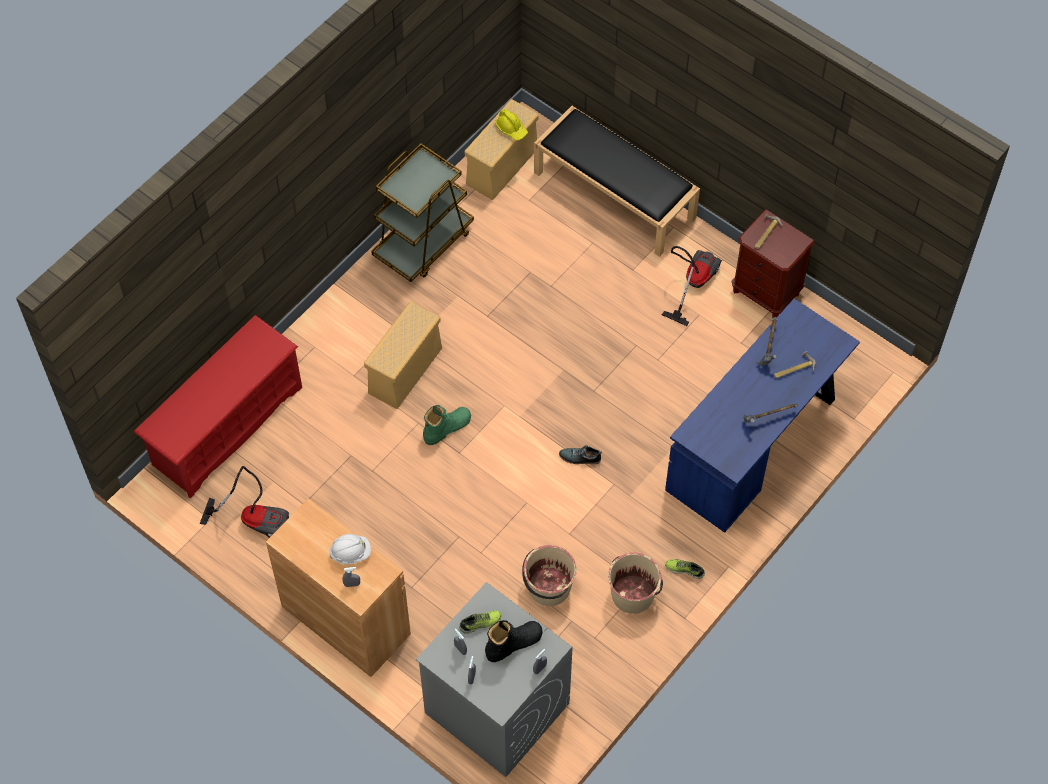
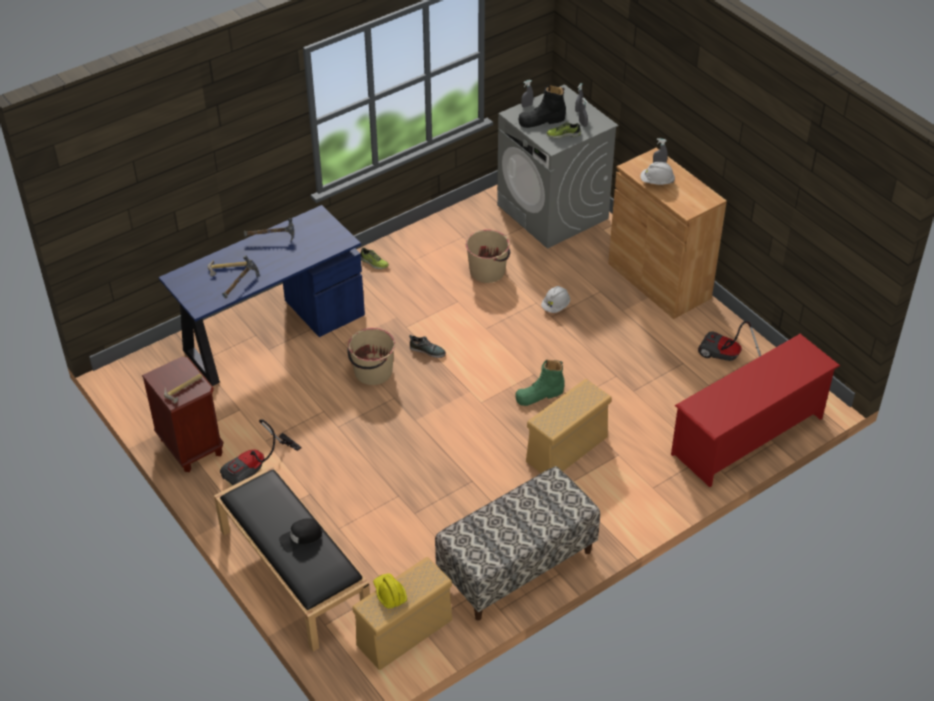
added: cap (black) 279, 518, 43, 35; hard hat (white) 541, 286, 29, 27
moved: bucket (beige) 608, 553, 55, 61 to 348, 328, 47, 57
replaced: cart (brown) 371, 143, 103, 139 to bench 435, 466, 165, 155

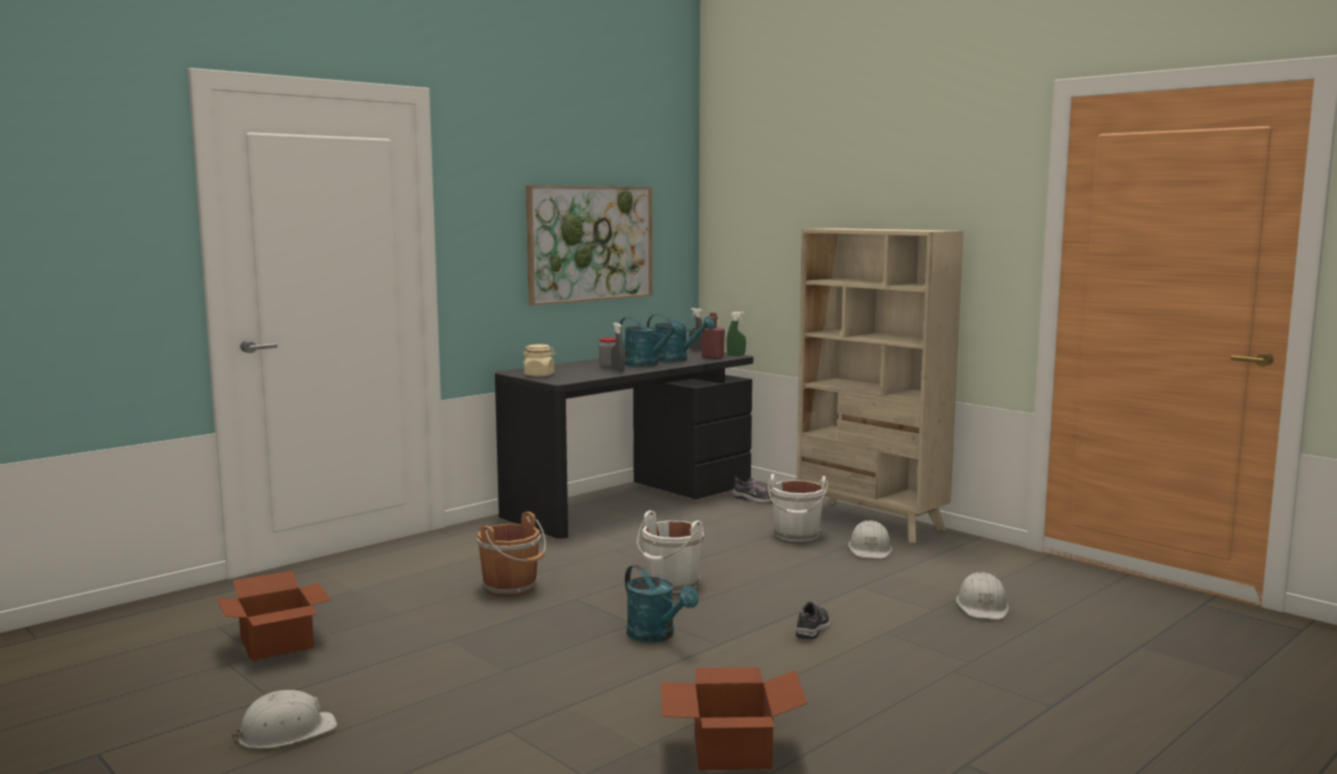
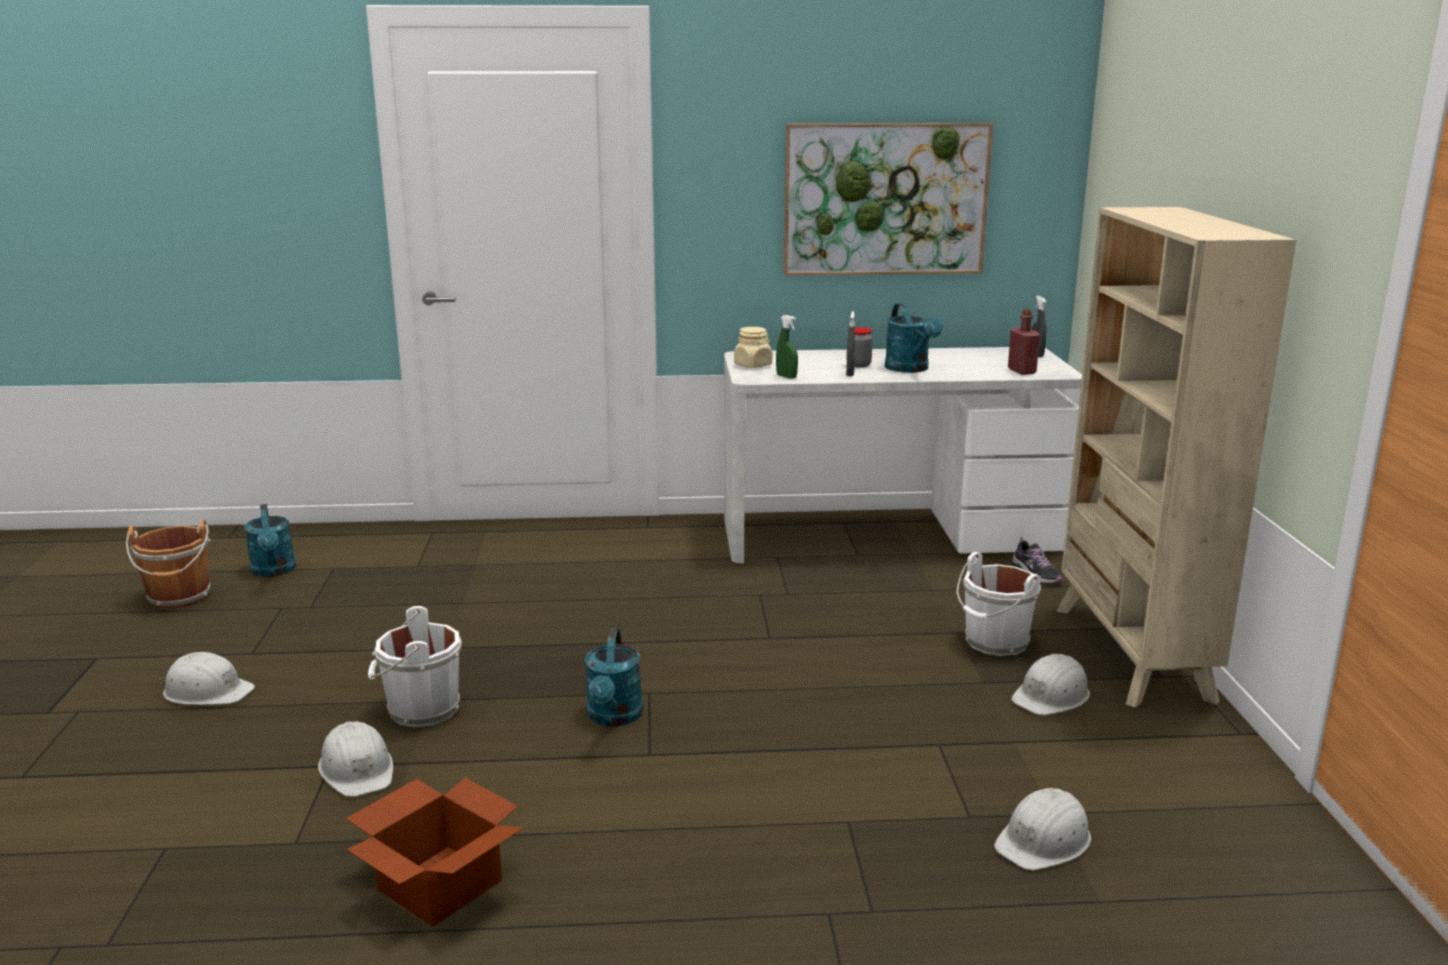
removed: cardboard box 217, 571, 114, 90; shoe 796, 602, 34, 37
added: hard hat (white) 318, 721, 75, 76
moved: bucket (brown) 477, 512, 69, 85 to 126, 520, 85, 89; bucket (white) 637, 510, 67, 83 to 368, 606, 94, 121; watering can (turquoise) 647, 314, 68, 48 to 244, 504, 52, 73; spray bottle (green) 727, 312, 19, 44 to 776, 315, 22, 63
recoloured: desk (black) 495, 347, 258, 192 to desk (white) 724, 347, 358, 217

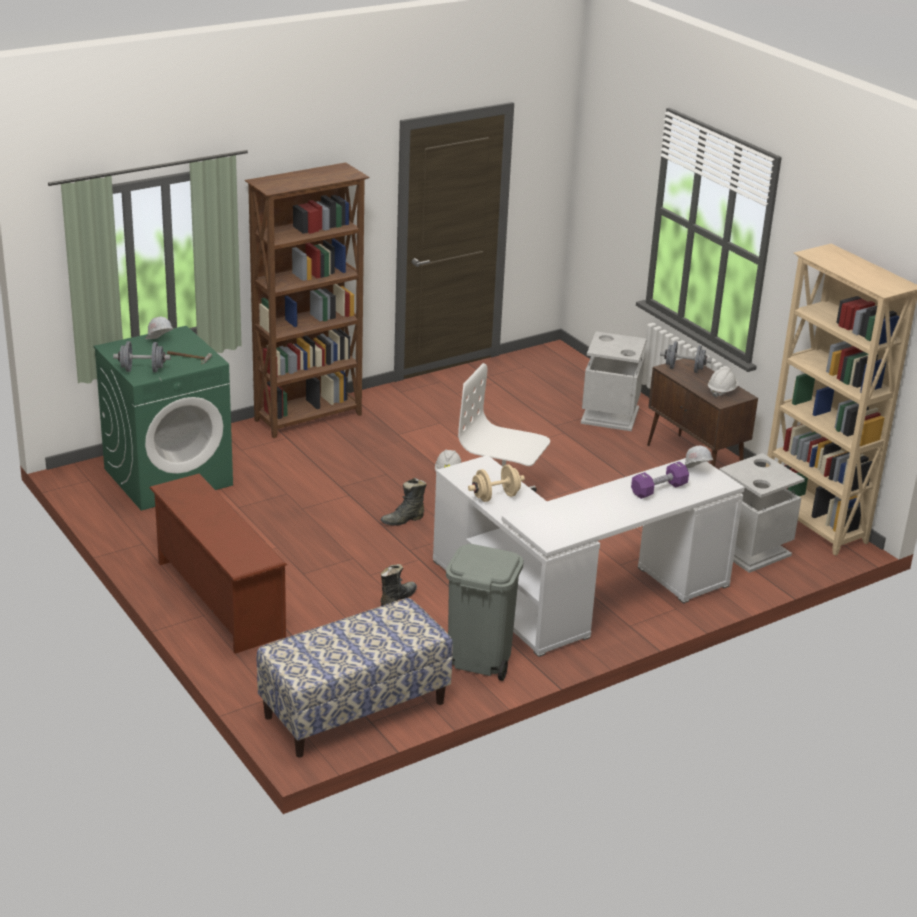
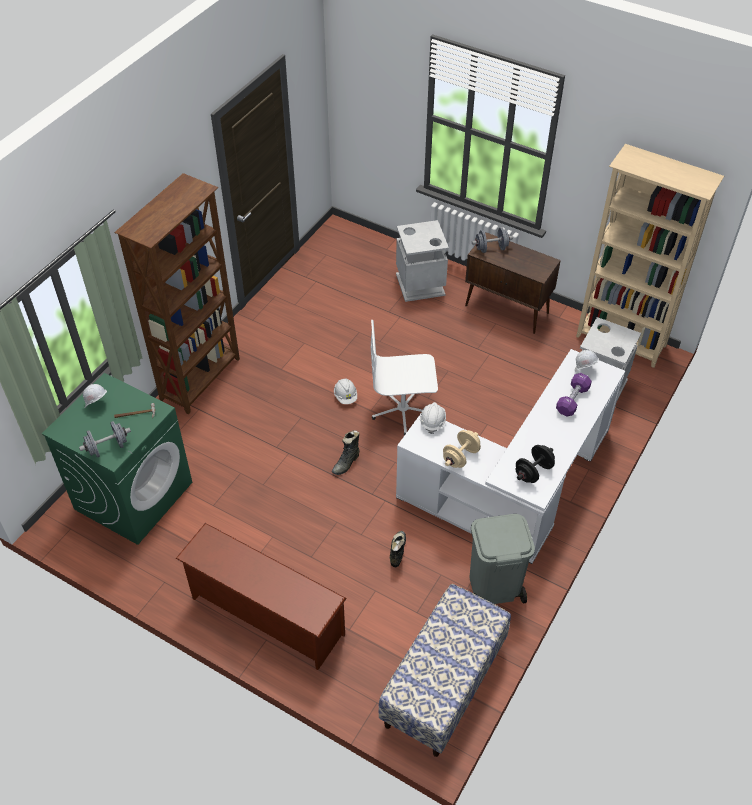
added: dumbbell (black) 516, 445, 39, 38
moved: hard hat (white) 708, 368, 31, 29 to 420, 402, 26, 32

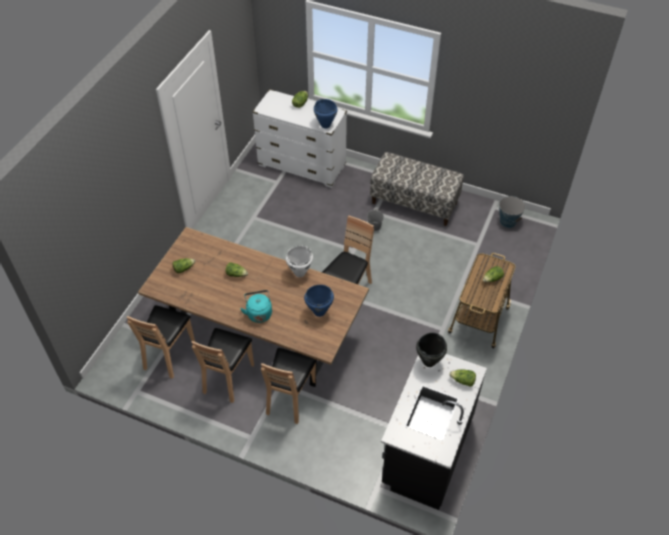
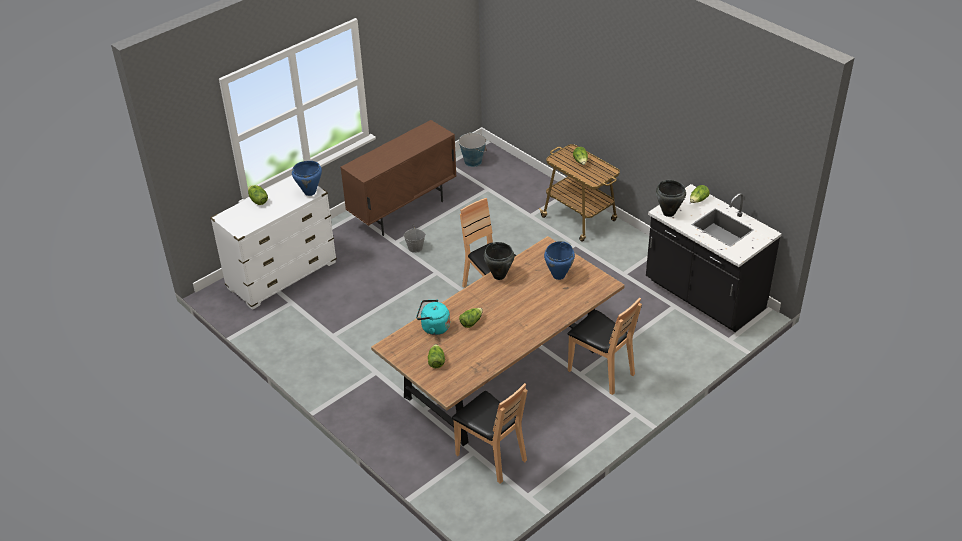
removed: chair (brown) 191, 328, 63, 75
moved: kettle (turquoise) 240, 290, 32, 33 to 416, 300, 34, 35
replaced: bench 370, 152, 94, 74 to cabinet (brown) 340, 120, 116, 116
recoloured: cooking pot (white) 286, 246, 27, 31 to cooking pot (black) 484, 242, 30, 38

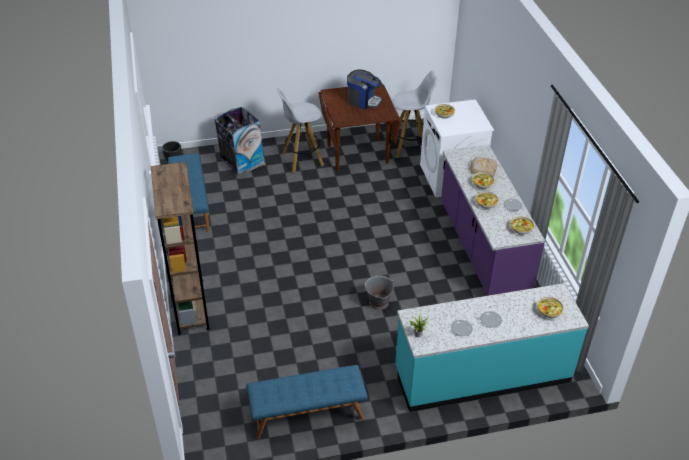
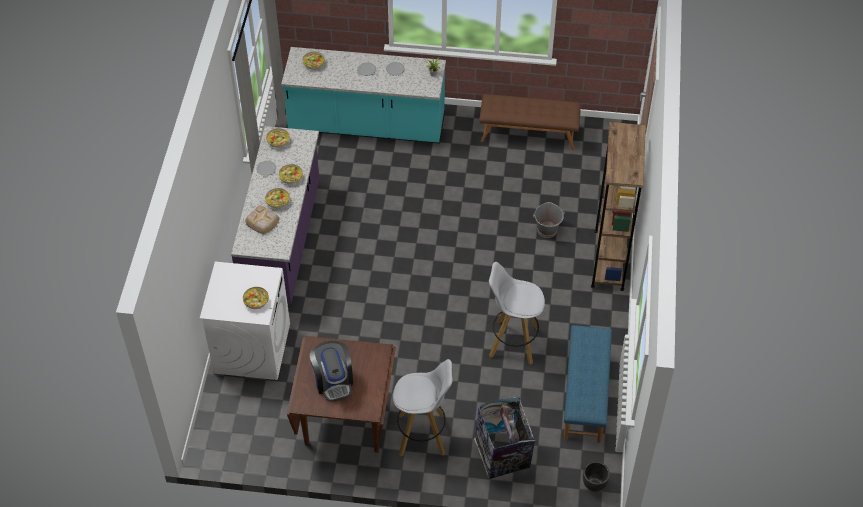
moved: bucket (grey) 365, 276, 29, 34 to 533, 202, 32, 36; stool (white) 391, 71, 47, 87 to 489, 262, 56, 103
recoloured: bench (blue) 246, 365, 122, 74 to bench (brown) 479, 94, 102, 56
turned: coffee machine 347, 70, 35, 39 = 310, 341, 43, 61 150 degrees counterclockwise

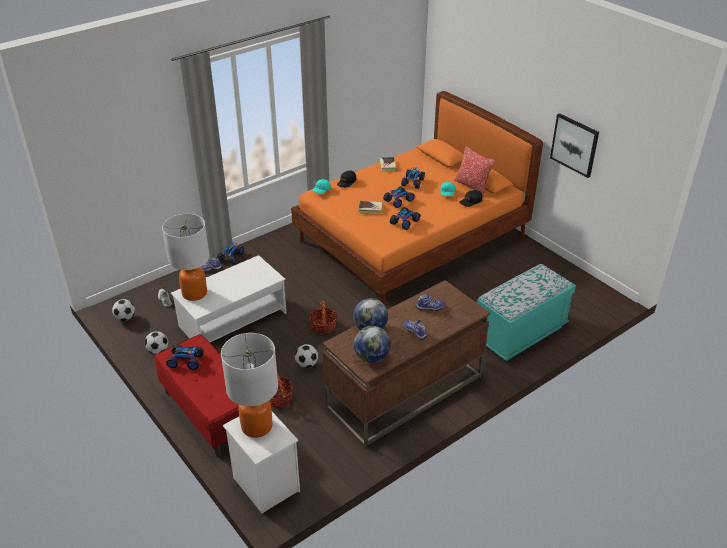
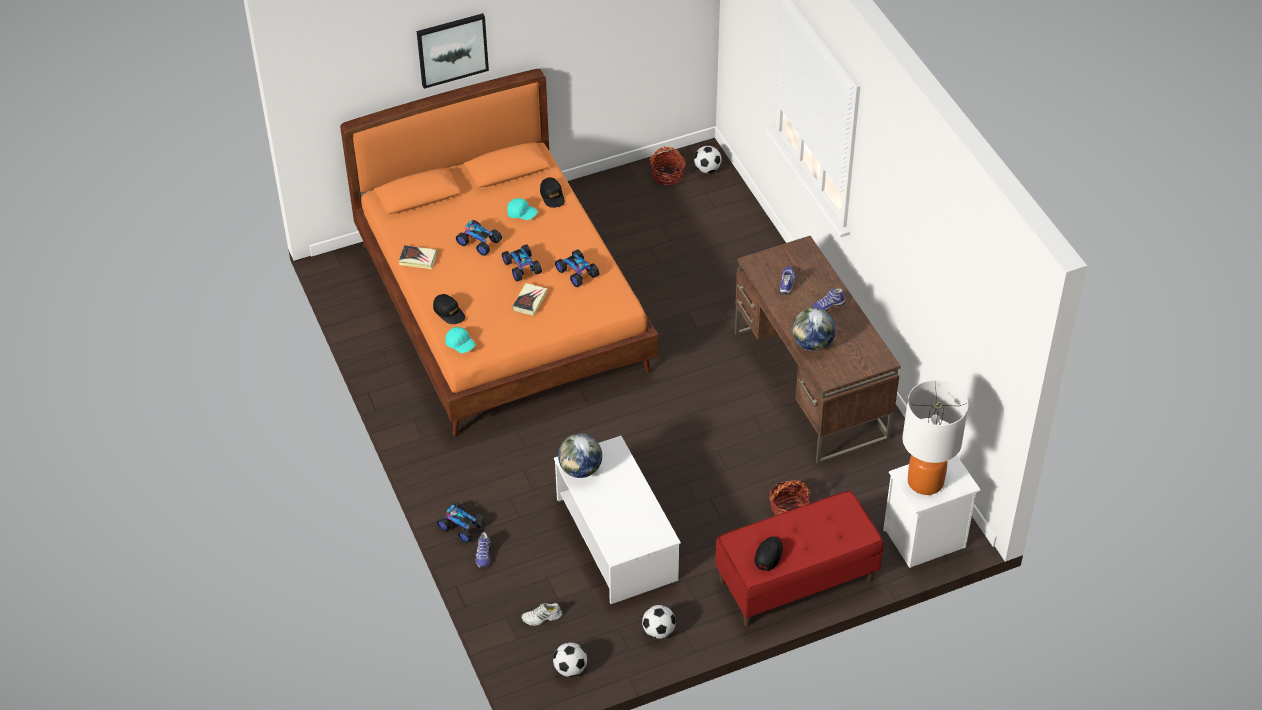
removed: table lamp 162, 214, 48, 87; pillow 454, 146, 41, 50; bench (turquoise) 477, 264, 99, 97
moved: football 295, 344, 23, 24 to 694, 146, 27, 27; basket 309, 301, 28, 33 to 650, 147, 36, 38; globe 354, 326, 37, 37 to 558, 434, 44, 44; picture 550, 113, 49, 65 to 417, 13, 72, 76
replaced: toy car 166, 345, 38, 25 to cap (black) 754, 536, 29, 35

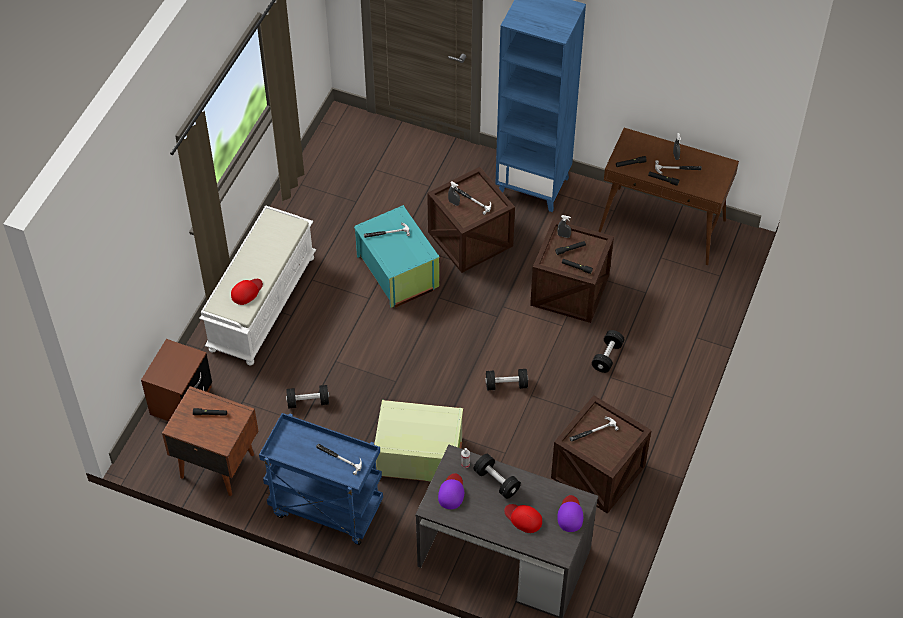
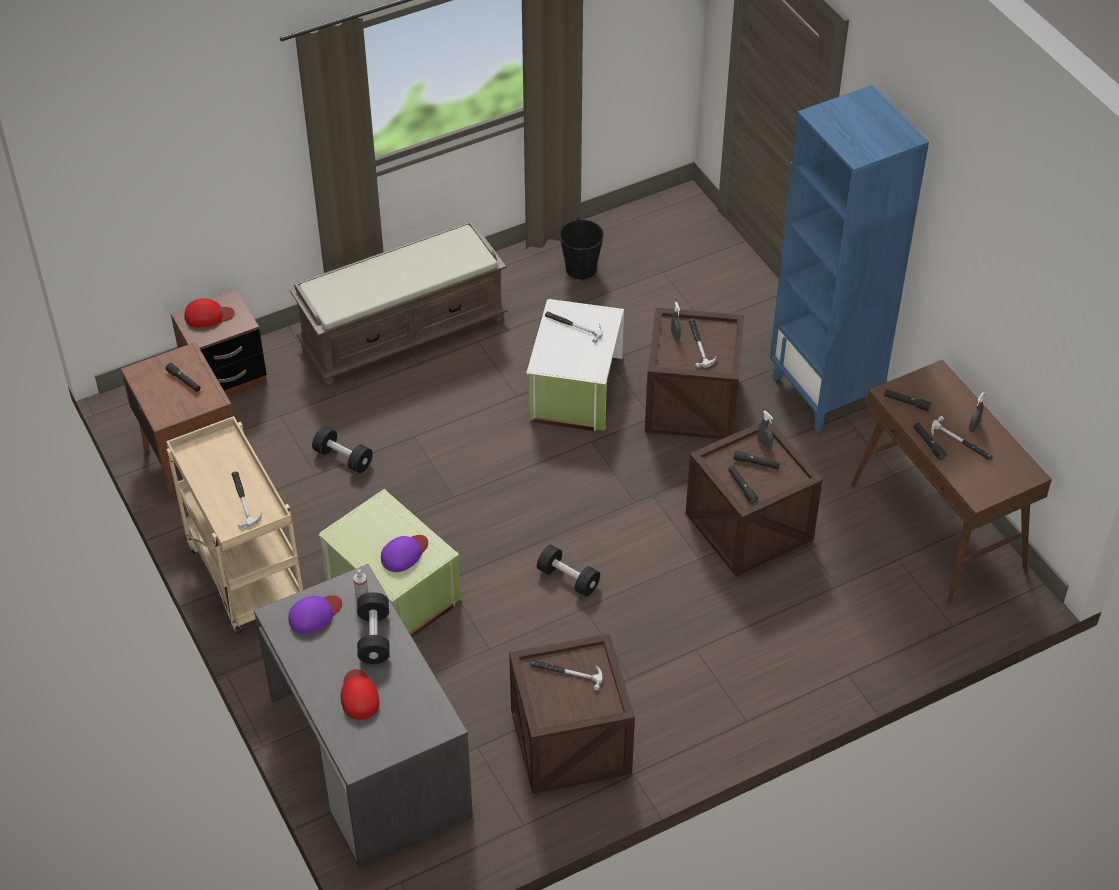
removed: dumbbell (black) 592, 330, 33, 43
added: bucket (black) 559, 217, 45, 63
moved: cap (red) 231, 279, 32, 26 to 185, 299, 50, 28; cap (purple) 557, 495, 26, 37 to 381, 535, 47, 37
recoloured: bench (white) 199, 205, 117, 160 to bench (brown) 290, 221, 218, 165; cart (blue) 259, 413, 124, 132 to cart (beige) 166, 416, 137, 219; storage box (turquoise) 354, 205, 86, 103 to storage box (white) 526, 299, 98, 132

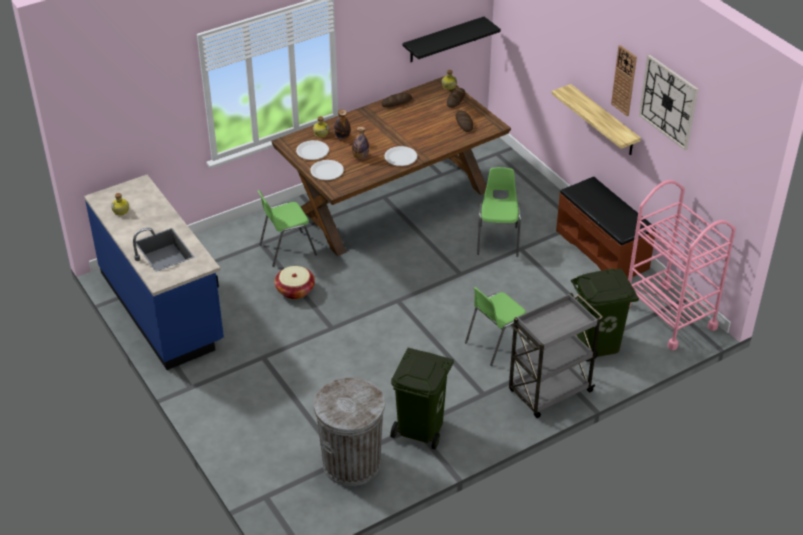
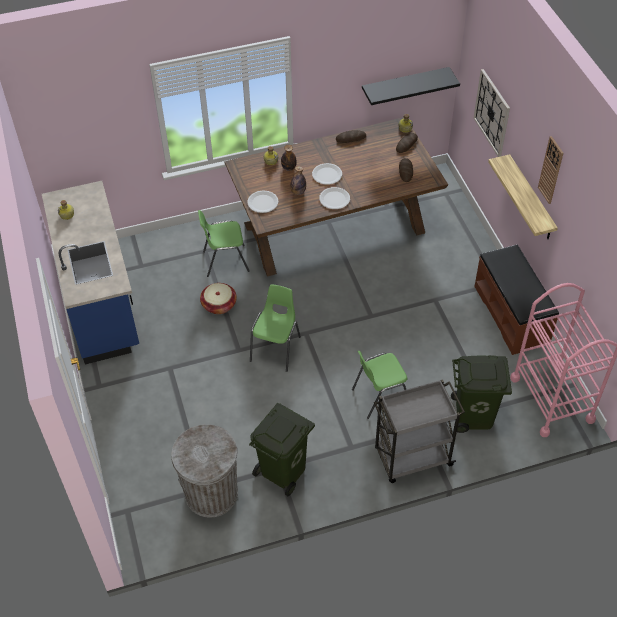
moved: plate (white) 296, 140, 33, 20 to 312, 163, 30, 22; chair (green) 477, 167, 44, 90 to 250, 284, 51, 88; wall clock 639, 55, 59, 95 to 474, 69, 36, 88

